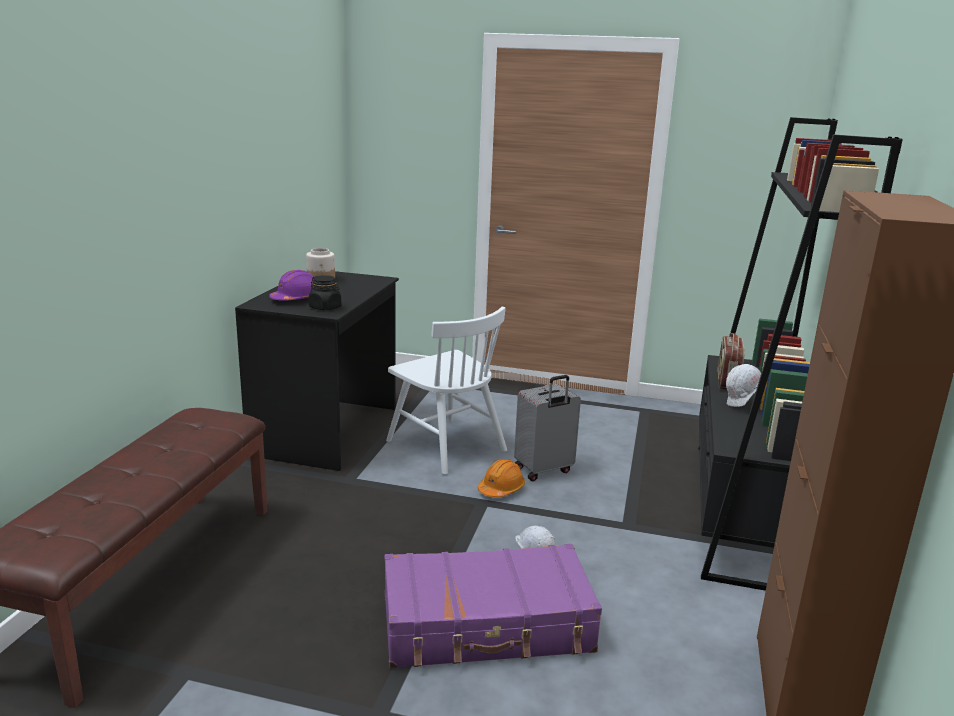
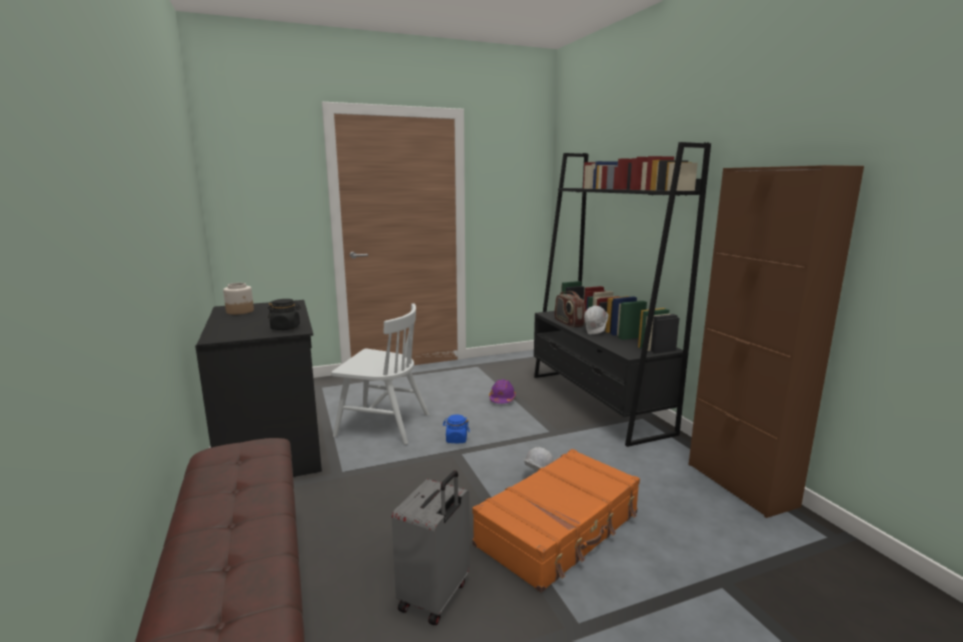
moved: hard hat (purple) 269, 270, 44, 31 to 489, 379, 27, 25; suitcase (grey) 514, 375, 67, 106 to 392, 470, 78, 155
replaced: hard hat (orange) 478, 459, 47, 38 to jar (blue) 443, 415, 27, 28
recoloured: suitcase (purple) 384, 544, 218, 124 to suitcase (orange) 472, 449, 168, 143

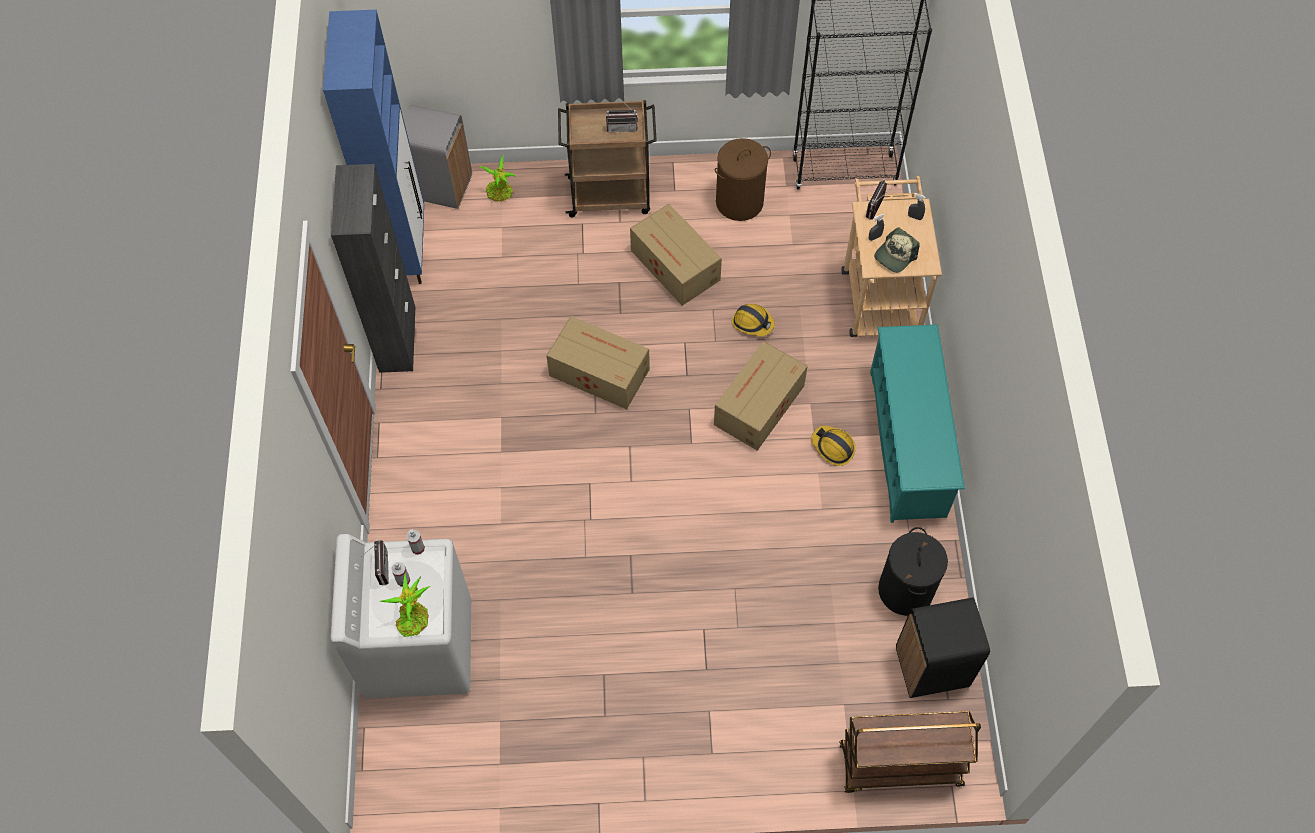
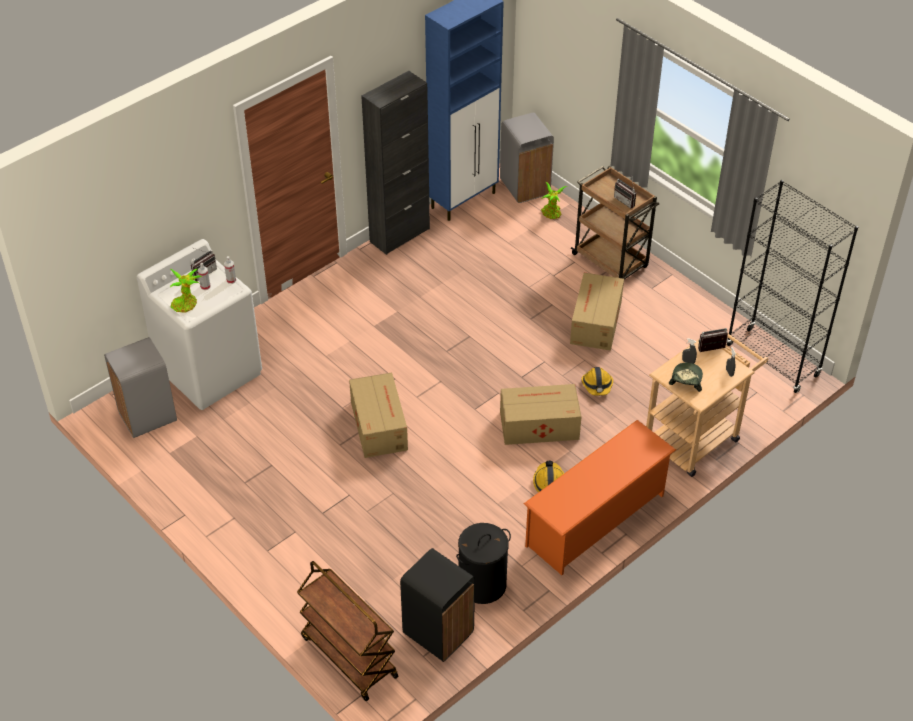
removed: laundry basket (brown) 715, 138, 56, 83
added: trash can (grey) 104, 337, 73, 101
moved: cardboard box 546, 316, 104, 93 to 349, 372, 59, 86
recoloured: shoe rack (turquoise) 870, 324, 95, 199 to shoe rack (orange) 524, 420, 152, 155
turned: cap 874, 227, 46, 46 = 669, 362, 34, 30 105 degrees clockwise

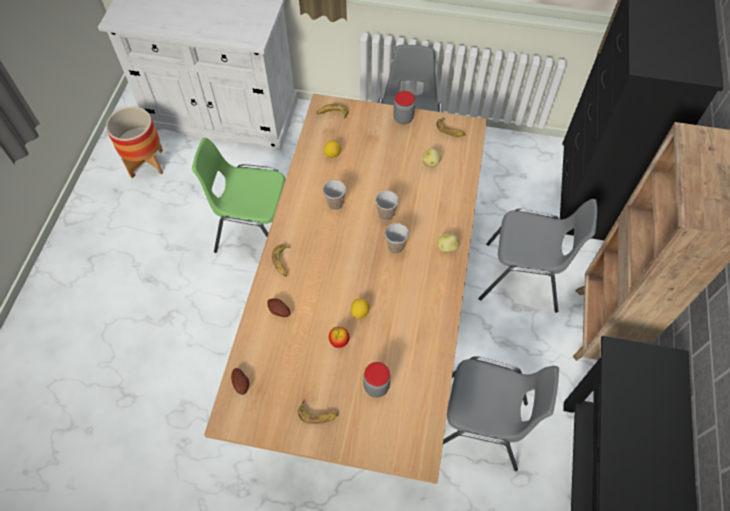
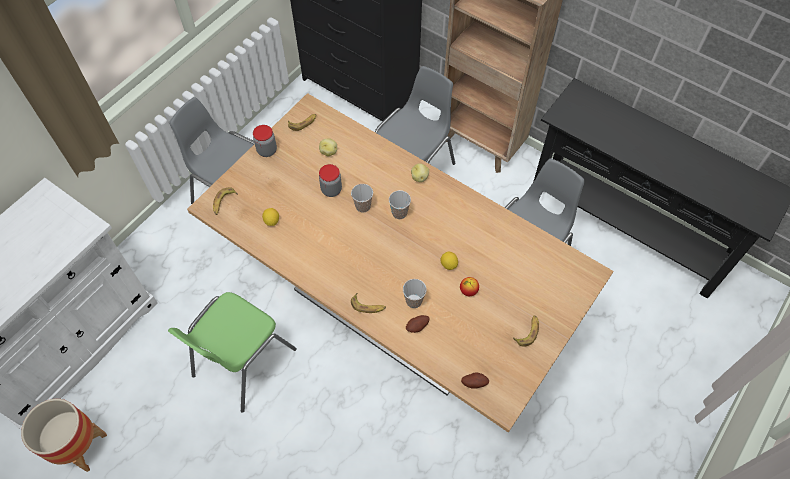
moved: cup 323, 180, 23, 30 to 403, 279, 24, 29; jar 363, 362, 27, 36 to 319, 164, 23, 33

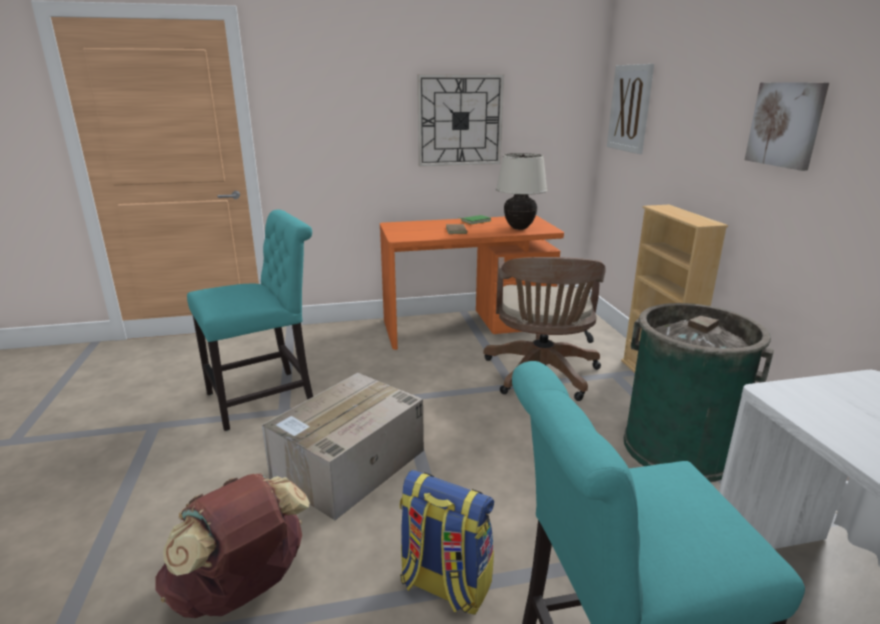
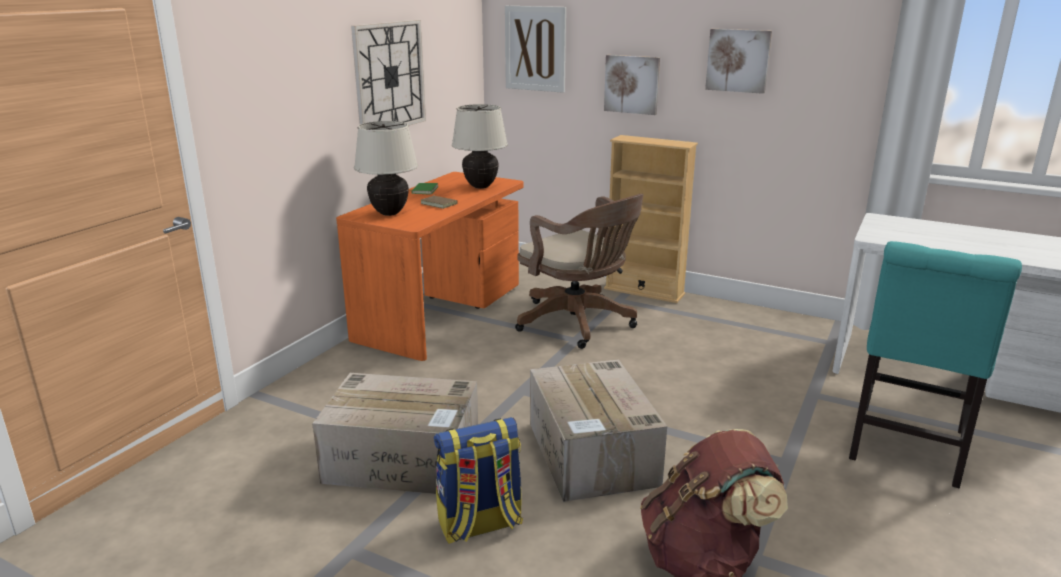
removed: trash can (green) 624, 303, 150, 179
added: table lamp (beige) 354, 121, 64, 95; picture 604, 55, 56, 60
moved: backpack 400, 470, 94, 145 to 434, 417, 89, 127
replaced: chair (turquoise) 187, 210, 126, 221 to cardboard box 312, 373, 166, 121

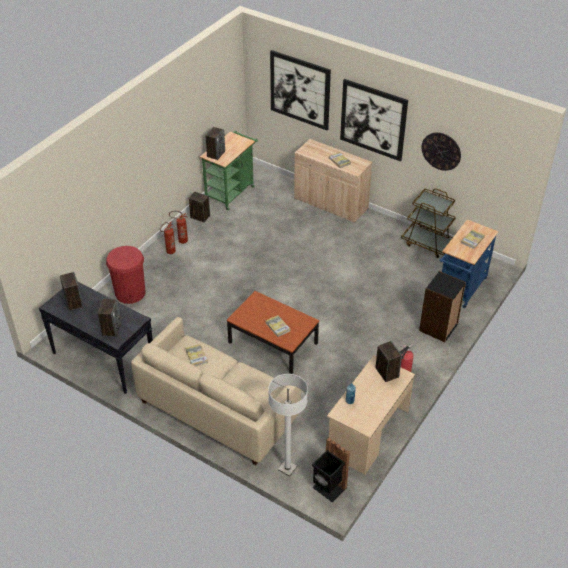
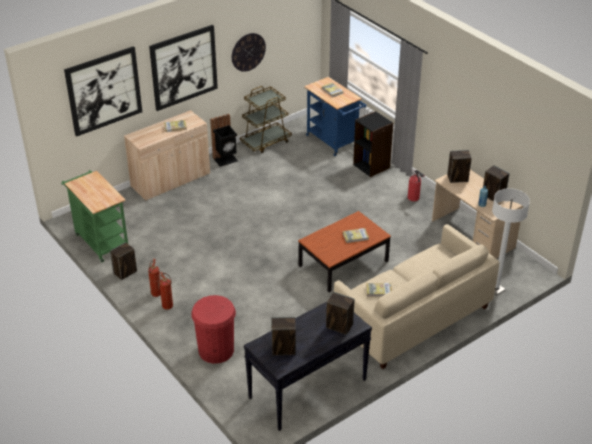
moved: speaker 205, 127, 20, 33 to 483, 165, 26, 36; trash can (black) 312, 438, 38, 65 to 210, 114, 28, 53

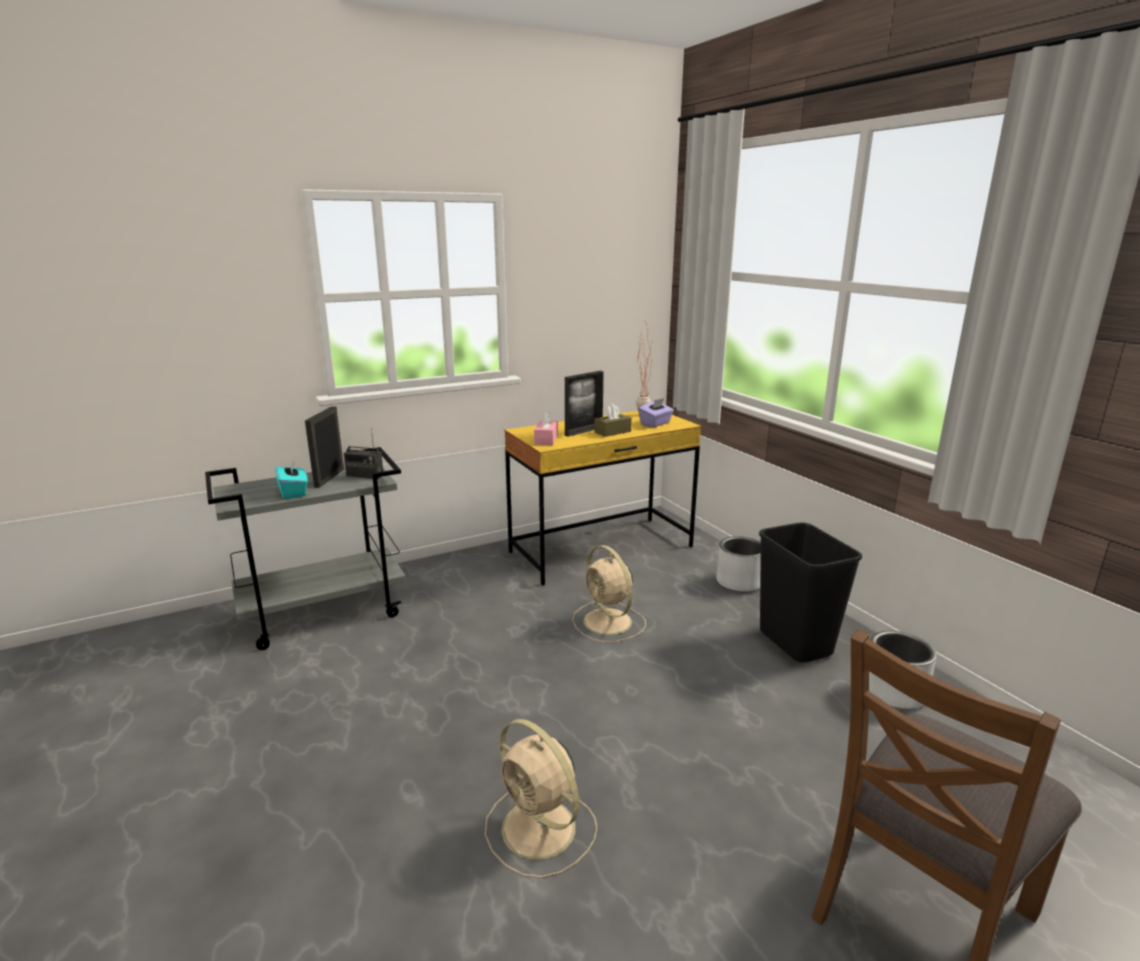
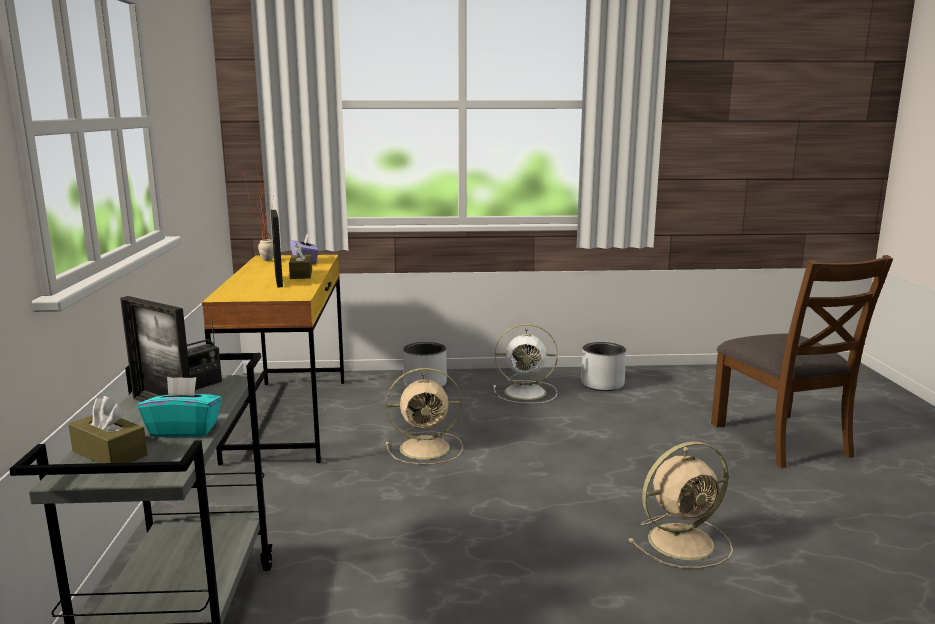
removed: tissue box (pink) 534, 411, 24, 34
added: tissue box (brown) 68, 396, 80, 67
replaced: trash can (black) 759, 523, 103, 140 to fan (white) 493, 324, 65, 80

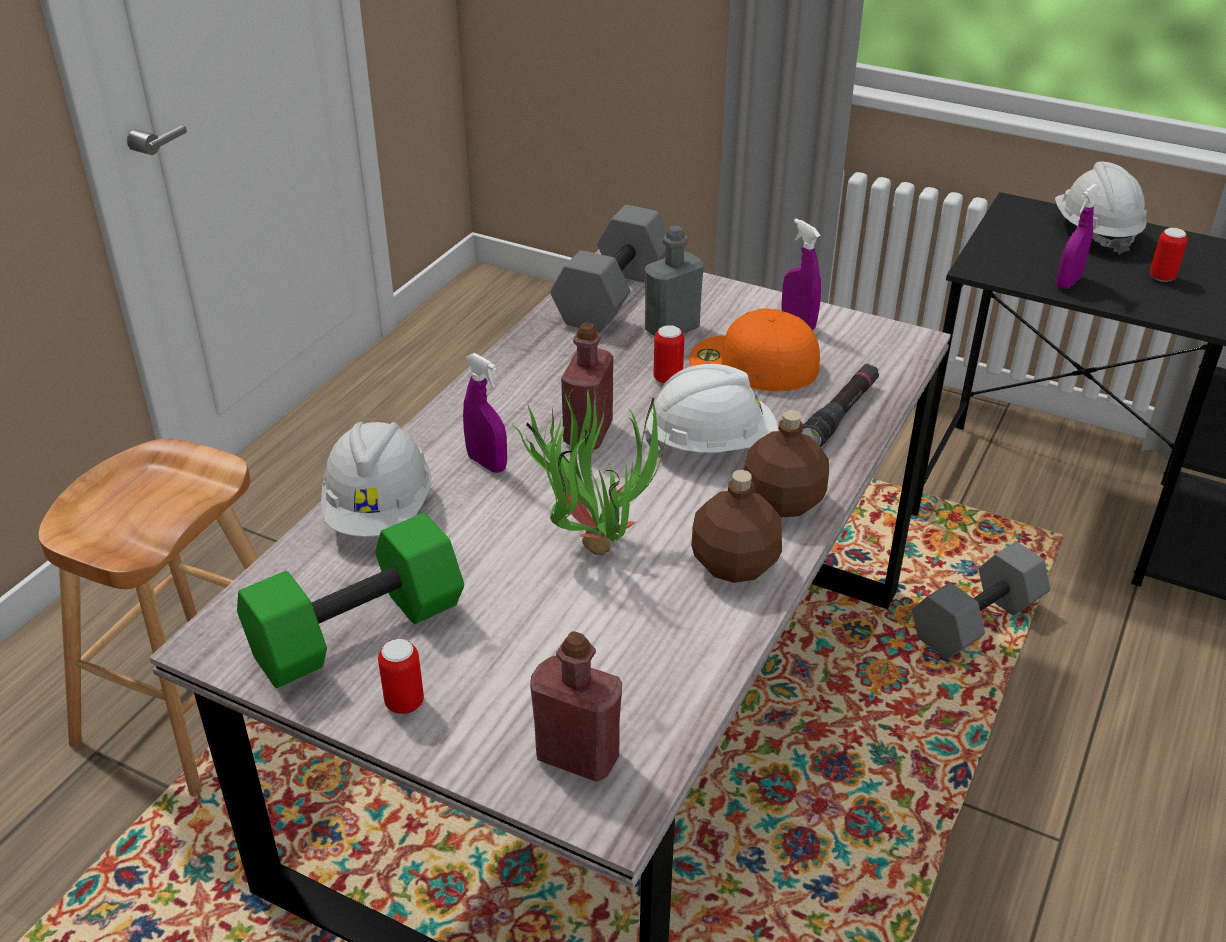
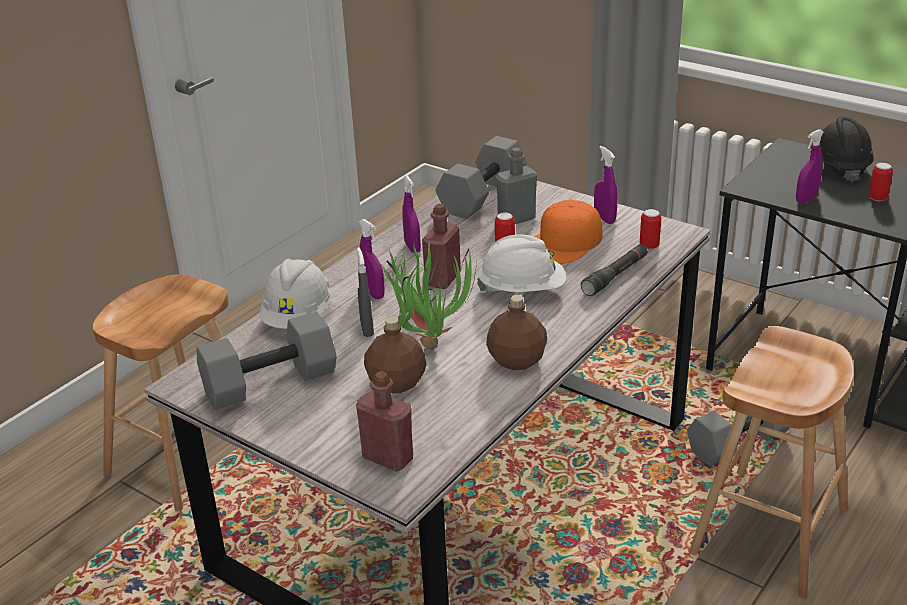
added: spray bottle (grey) 357, 247, 17, 90; spray bottle (purple) 402, 175, 19, 78; stool (brown) 689, 326, 165, 272
moved: can 378, 639, 46, 75 to 640, 209, 21, 40; bottle (brown) 744, 410, 85, 108 to 364, 317, 62, 76
recoloured: dumbbell (green) 237, 513, 227, 175 to dumbbell (grey) 197, 311, 140, 99; hard hat (white) 1055, 162, 92, 93 to hard hat (black) 812, 116, 62, 67
turned: cap (orange) 689, 308, 131, 83 = 534, 200, 68, 64 75 degrees counterclockwise

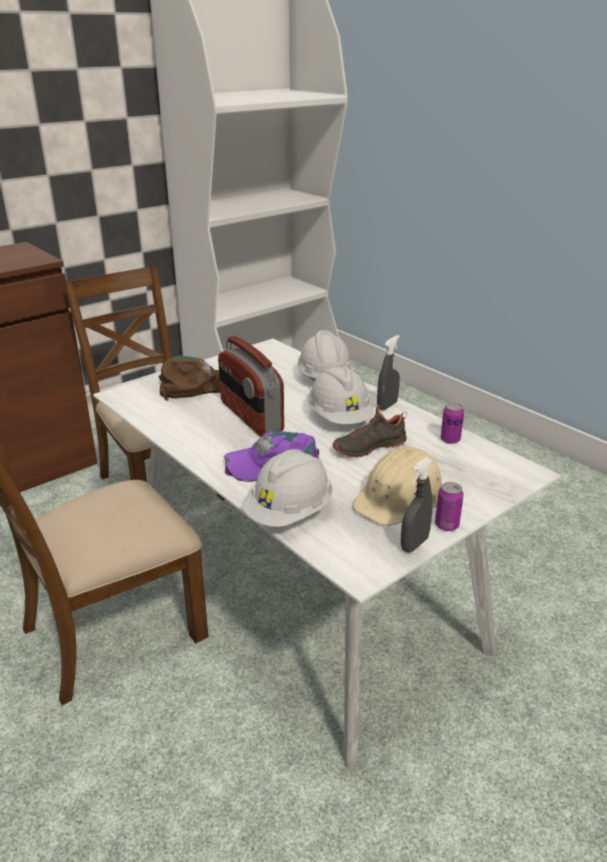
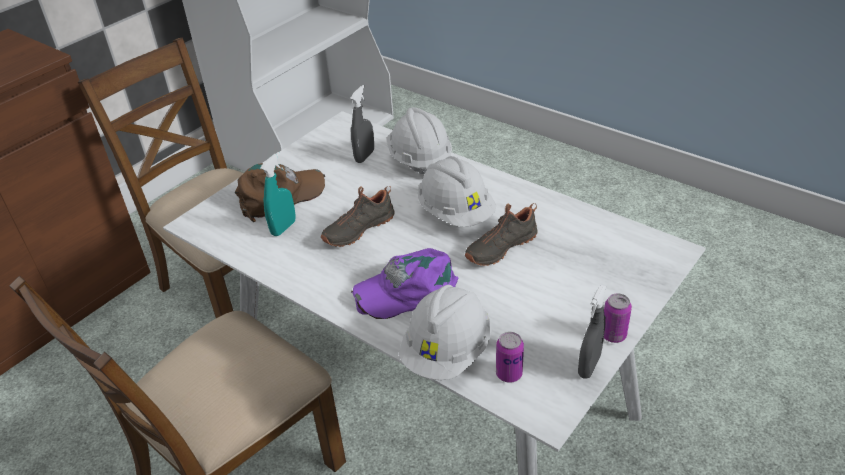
removed: hard hat (beige) 352, 446, 90, 80
added: spray bottle (turquoise) 260, 152, 36, 84
moved: spray bottle (grey) 377, 335, 23, 75 to 350, 85, 24, 78; can 441, 403, 23, 41 to 496, 332, 28, 51
replaced: radio 218, 336, 66, 101 to shoe (black) 321, 186, 74, 61

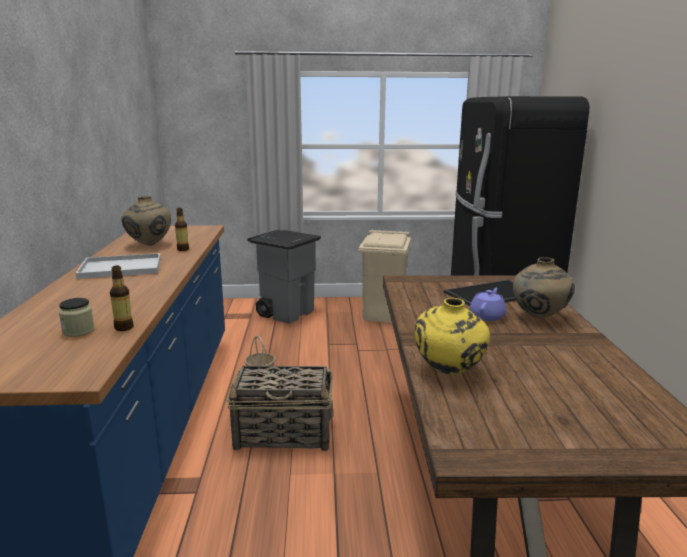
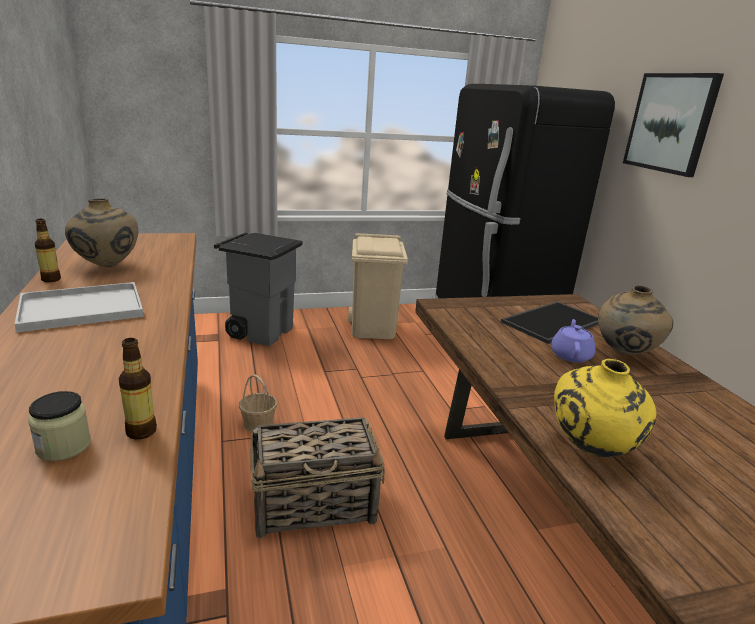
added: picture 623, 73, 101, 104
moved: bottle 175, 208, 14, 43 to 35, 219, 26, 63

